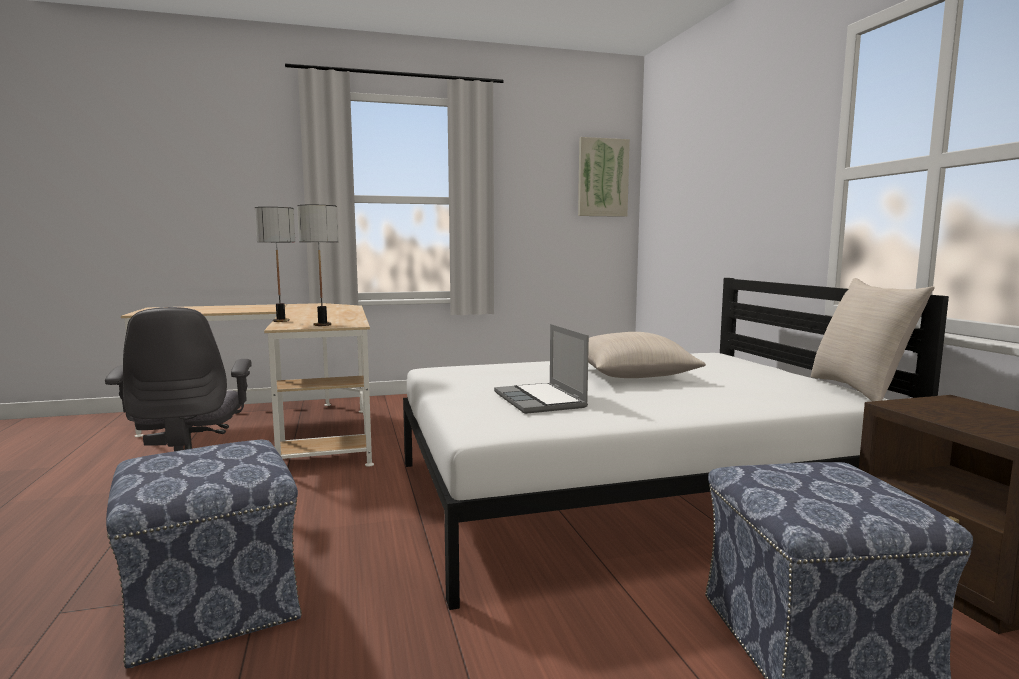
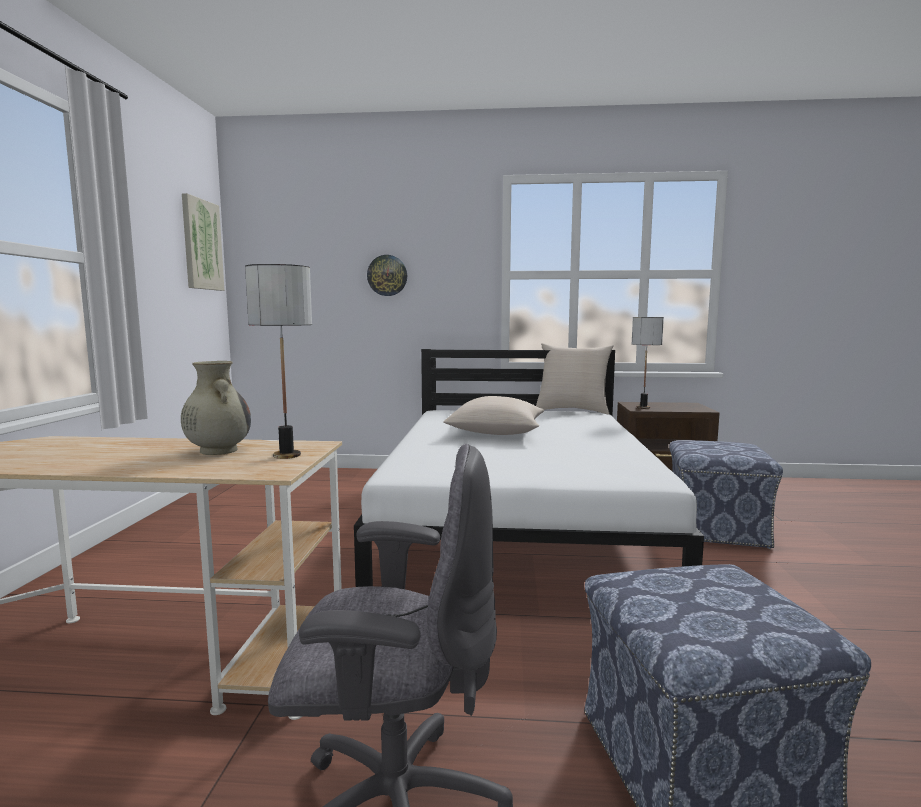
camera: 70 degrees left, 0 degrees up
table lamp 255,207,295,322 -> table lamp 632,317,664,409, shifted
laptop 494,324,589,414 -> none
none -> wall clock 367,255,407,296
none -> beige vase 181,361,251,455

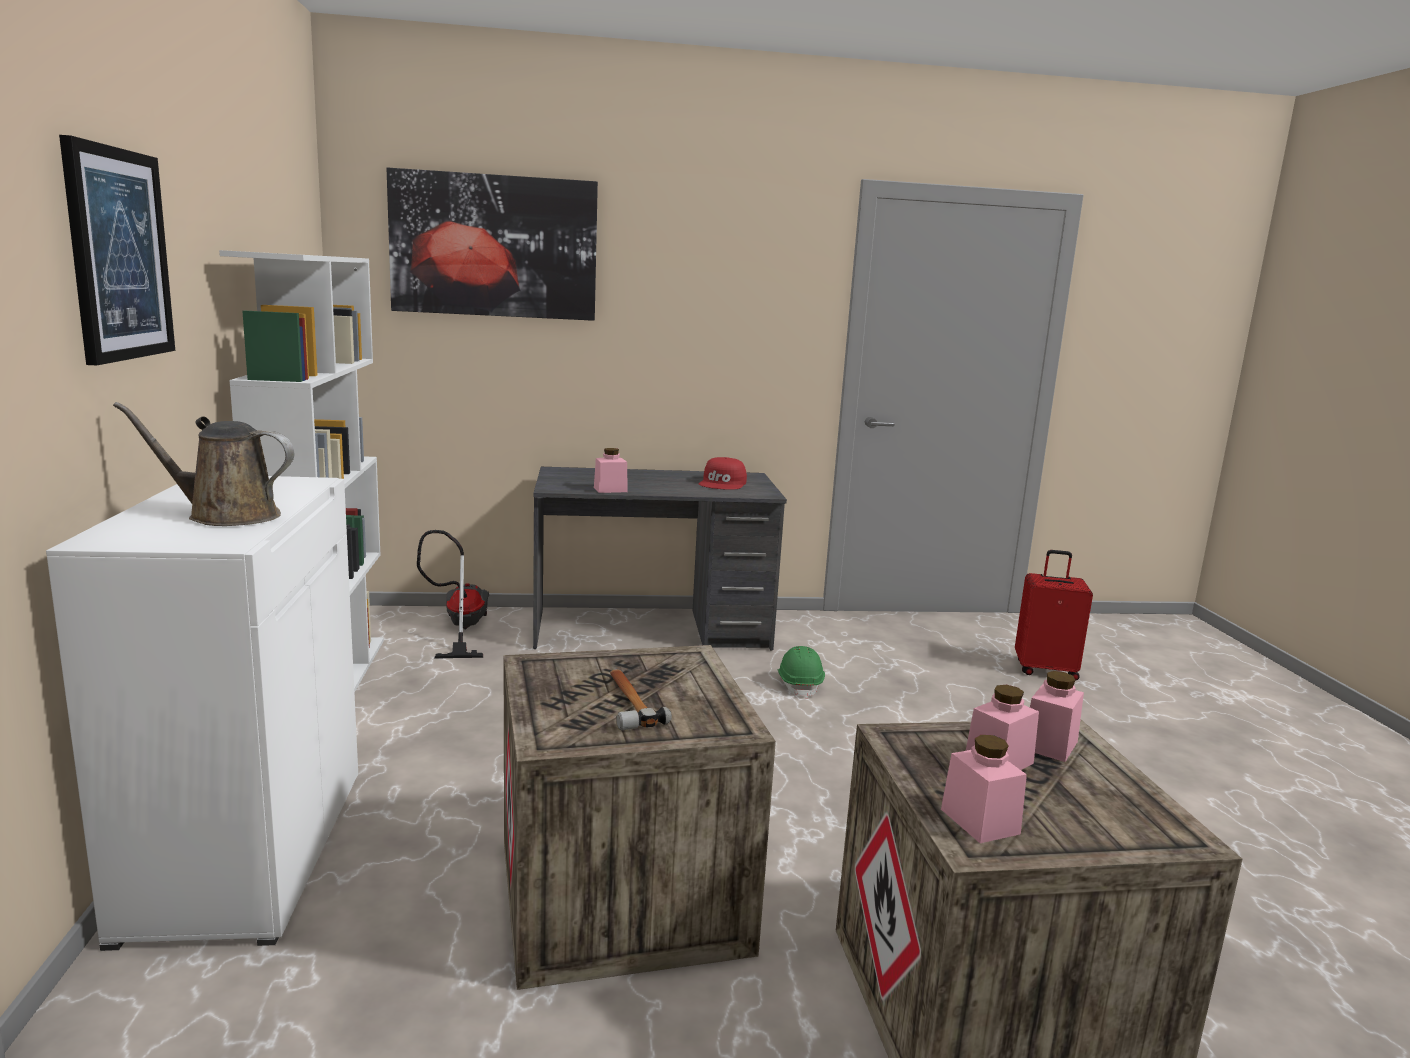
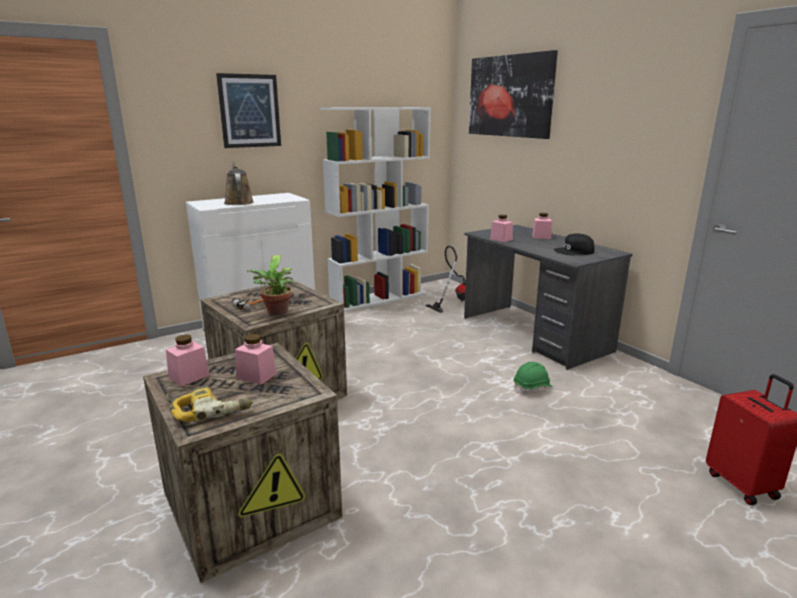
camera: 65 degrees right, 5 degrees up
red cap 699,457,747,490 -> black cap 554,233,594,255
pink jar 1030,671,1084,762 -> pink jar 532,213,552,239, shifted
none -> potted plant 247,255,297,316
none -> power drill 166,386,253,422

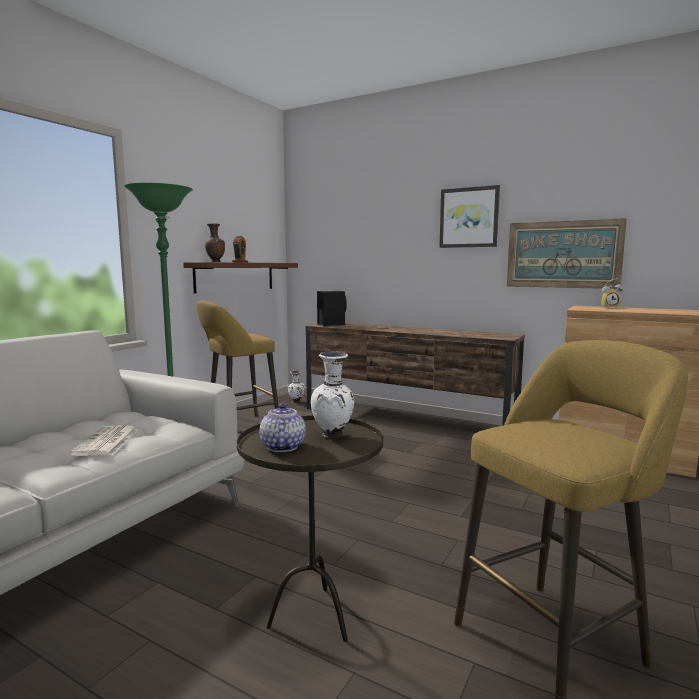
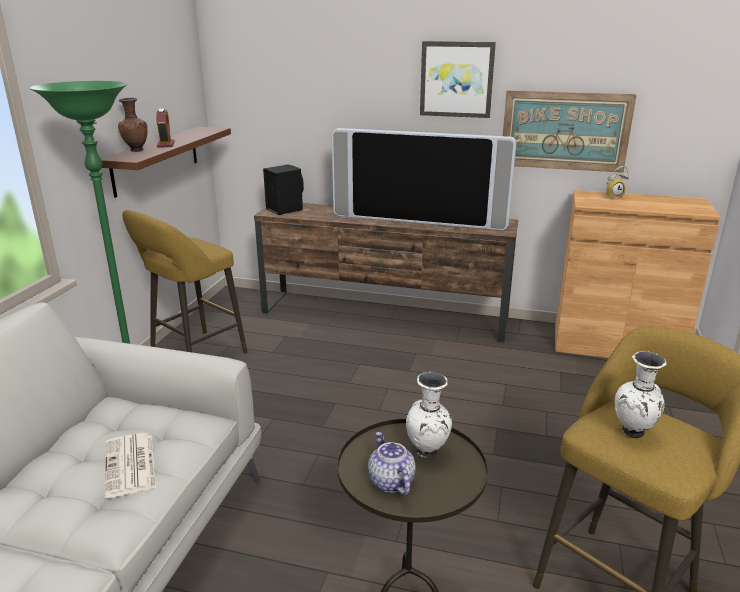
camera: 15 degrees left, 15 degrees up
white vase 287,371,305,403 -> white vase 615,351,667,438, shifted
none -> television 331,128,516,230

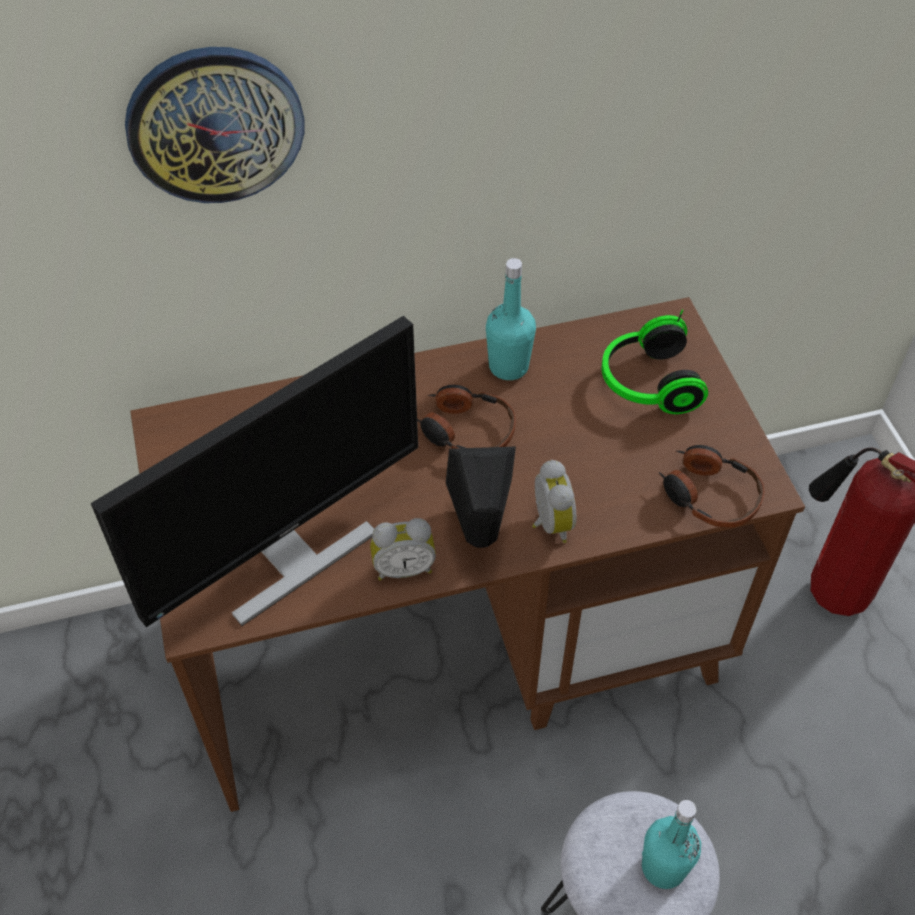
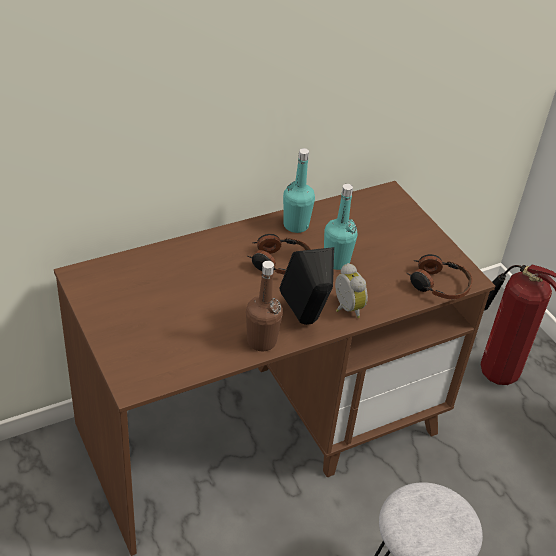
camera: 15 degrees left, 10 degrees down
wall clock 125,47,304,203 -> none
headphones 602,310,708,414 -> none
monitor 91,316,418,627 -> none
alarm clock 370,518,436,580 -> brown bottle 246,261,283,351
turquoise bottle 642,800,701,889 -> turquoise bottle 324,184,358,270, shifted

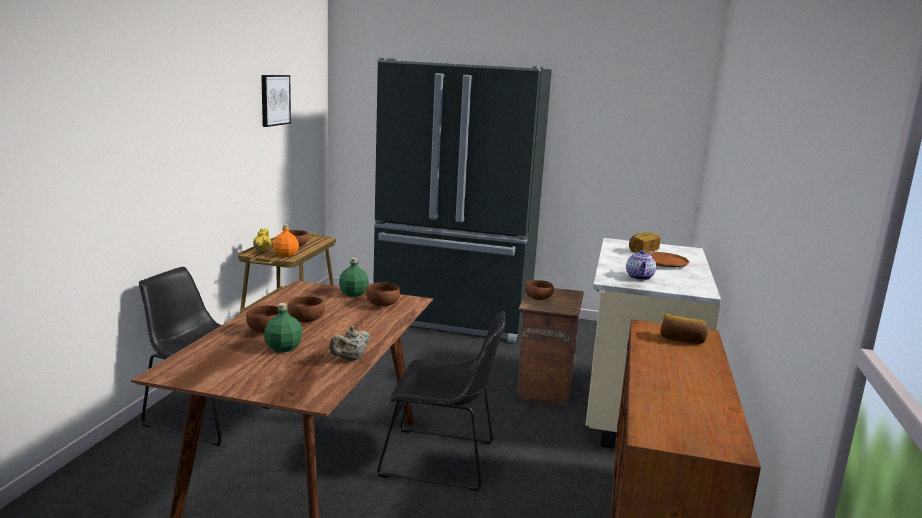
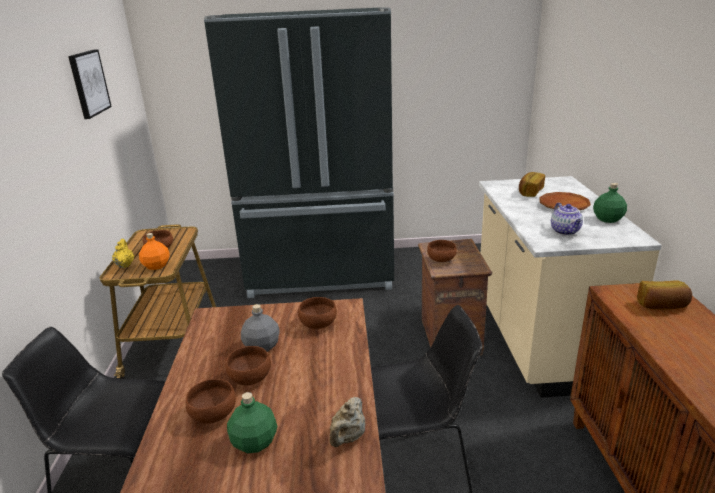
camera: 15 degrees left, 10 degrees up
green bottle 339,257,369,297 -> green bottle 593,183,627,223, shifted
none -> grey bottle 241,304,280,352

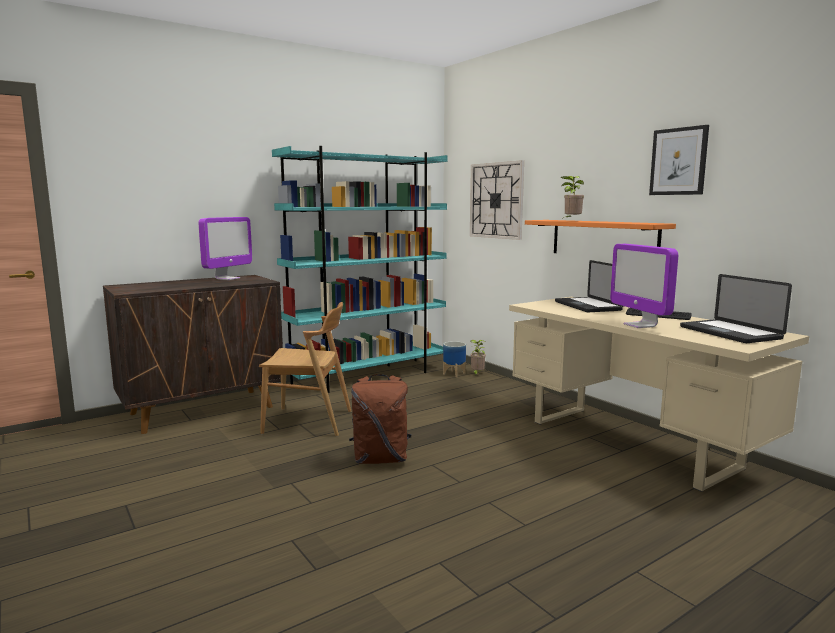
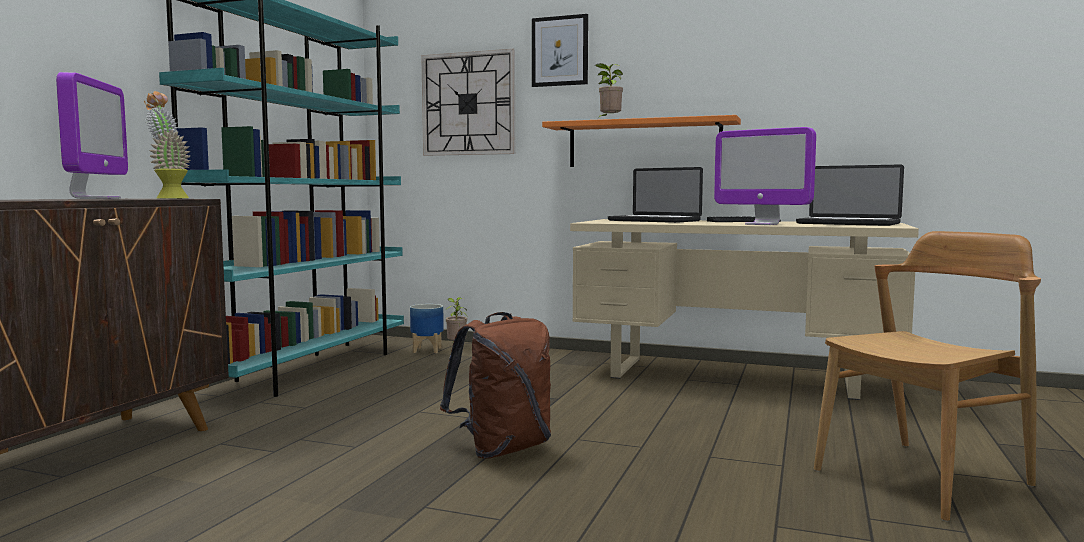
camera: 35 degrees left, 5 degrees down
picture 649,125,709,195 -> picture 532,14,588,87, shifted
brown chair 259,302,351,436 -> brown chair 814,231,1041,522, shifted
none -> potted plant 144,91,191,199

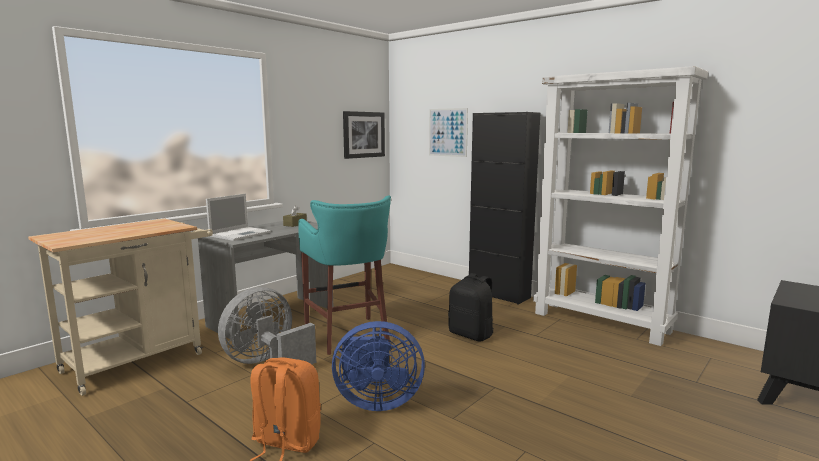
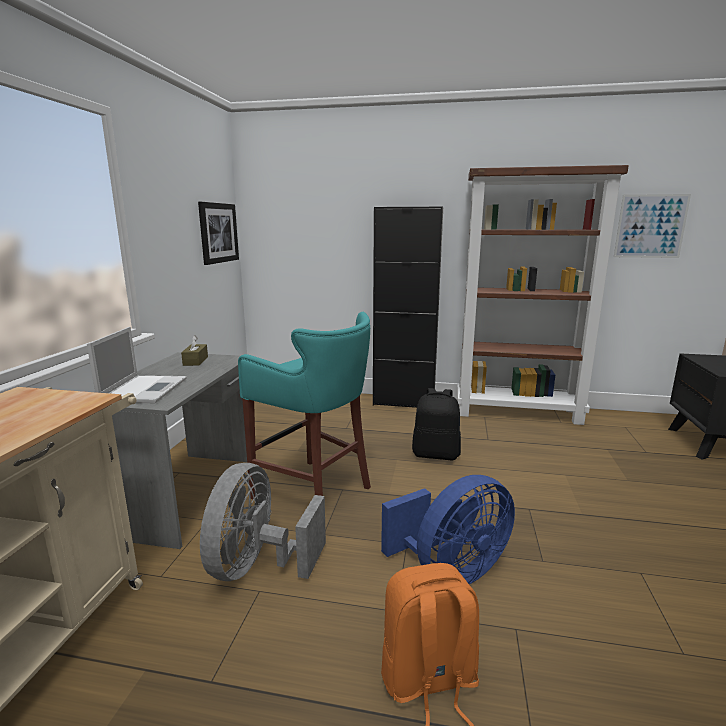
camera: 30 degrees left, 5 degrees up
white bookcase 533,66,708,346 -> brown bookcase 457,165,629,425
picture 429,108,468,157 -> picture 614,194,691,258, shifted

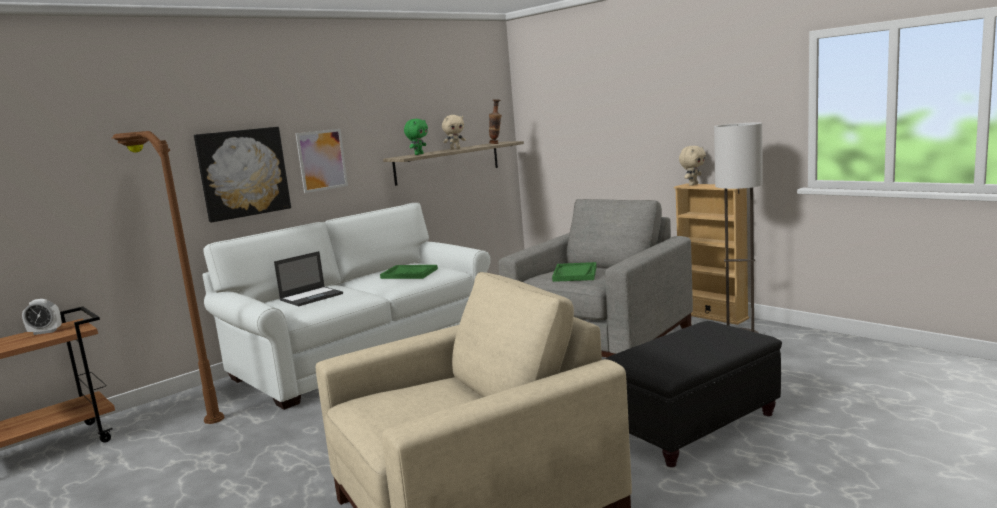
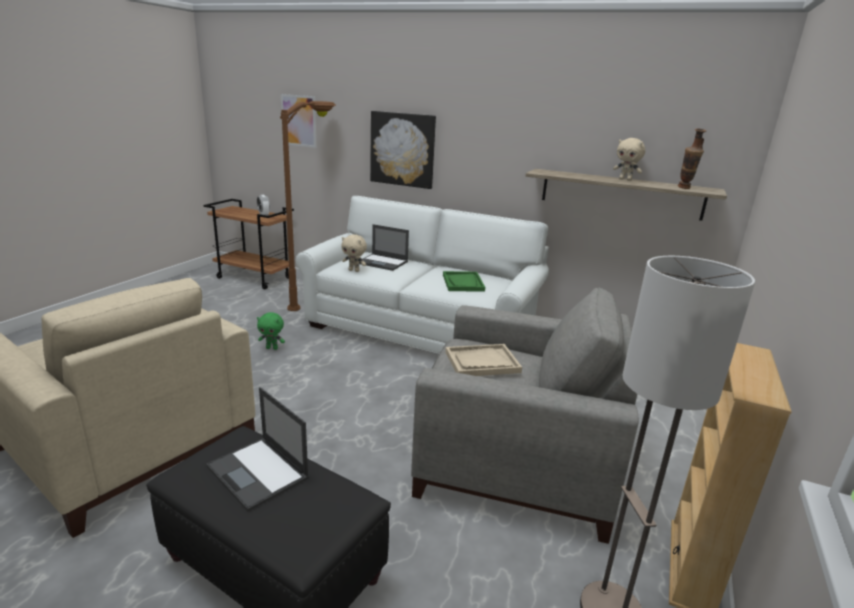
camera: 65 degrees right, 10 degrees up
green plush toy 404,119,428,155 -> green plush toy 257,312,285,350, shifted
picture 295,129,348,193 -> picture 281,94,316,148, shifted
beige plush toy 679,146,706,186 -> beige plush toy 341,234,367,272, shifted
green tray 552,262,597,282 -> beige tray 445,344,522,376
none -> laptop 206,387,309,512

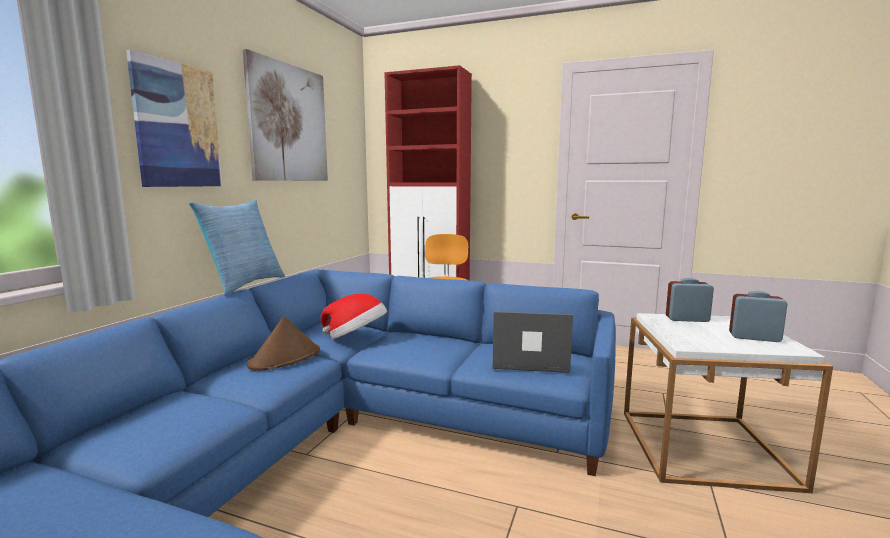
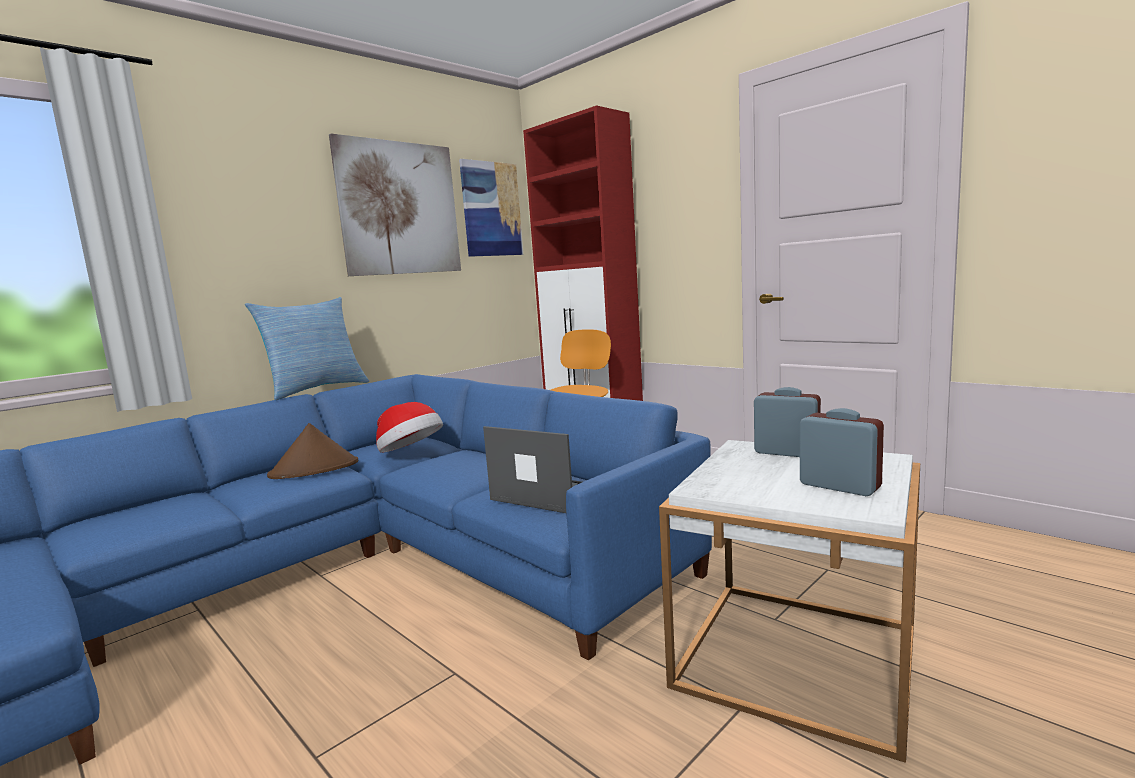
camera: 25 degrees right, 0 degrees up
picture 126,50,222,187 -> picture 459,159,523,257, shifted

